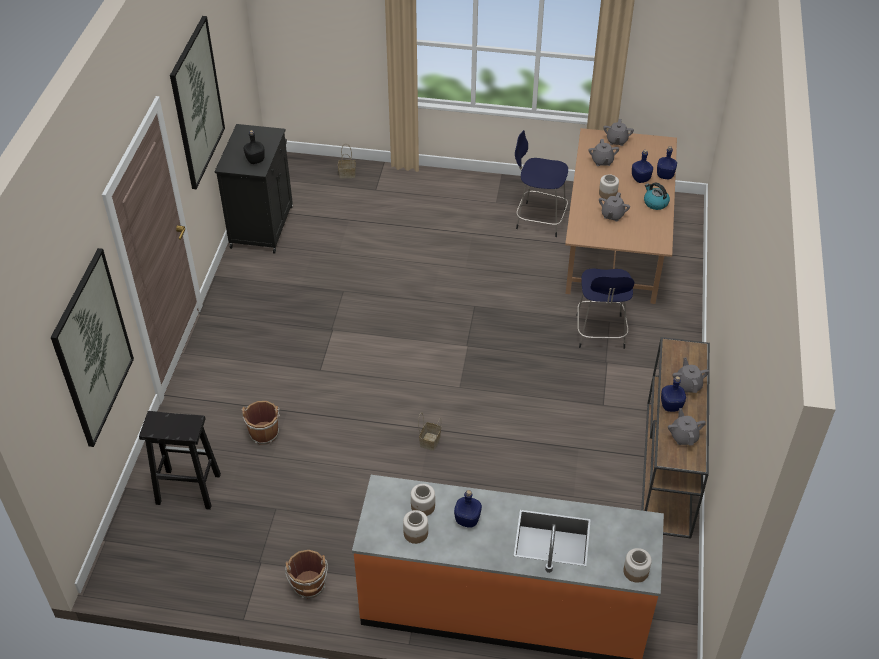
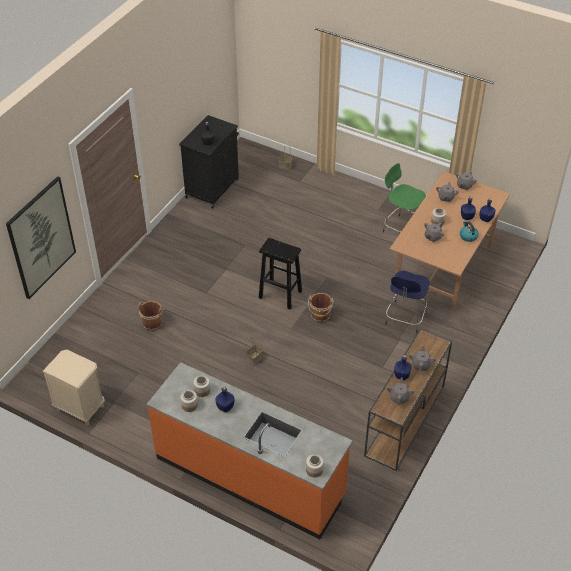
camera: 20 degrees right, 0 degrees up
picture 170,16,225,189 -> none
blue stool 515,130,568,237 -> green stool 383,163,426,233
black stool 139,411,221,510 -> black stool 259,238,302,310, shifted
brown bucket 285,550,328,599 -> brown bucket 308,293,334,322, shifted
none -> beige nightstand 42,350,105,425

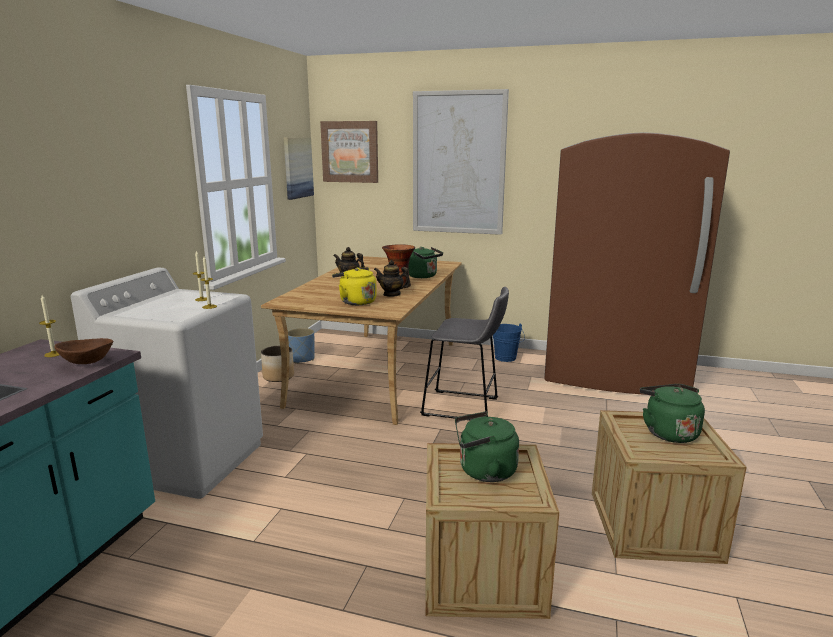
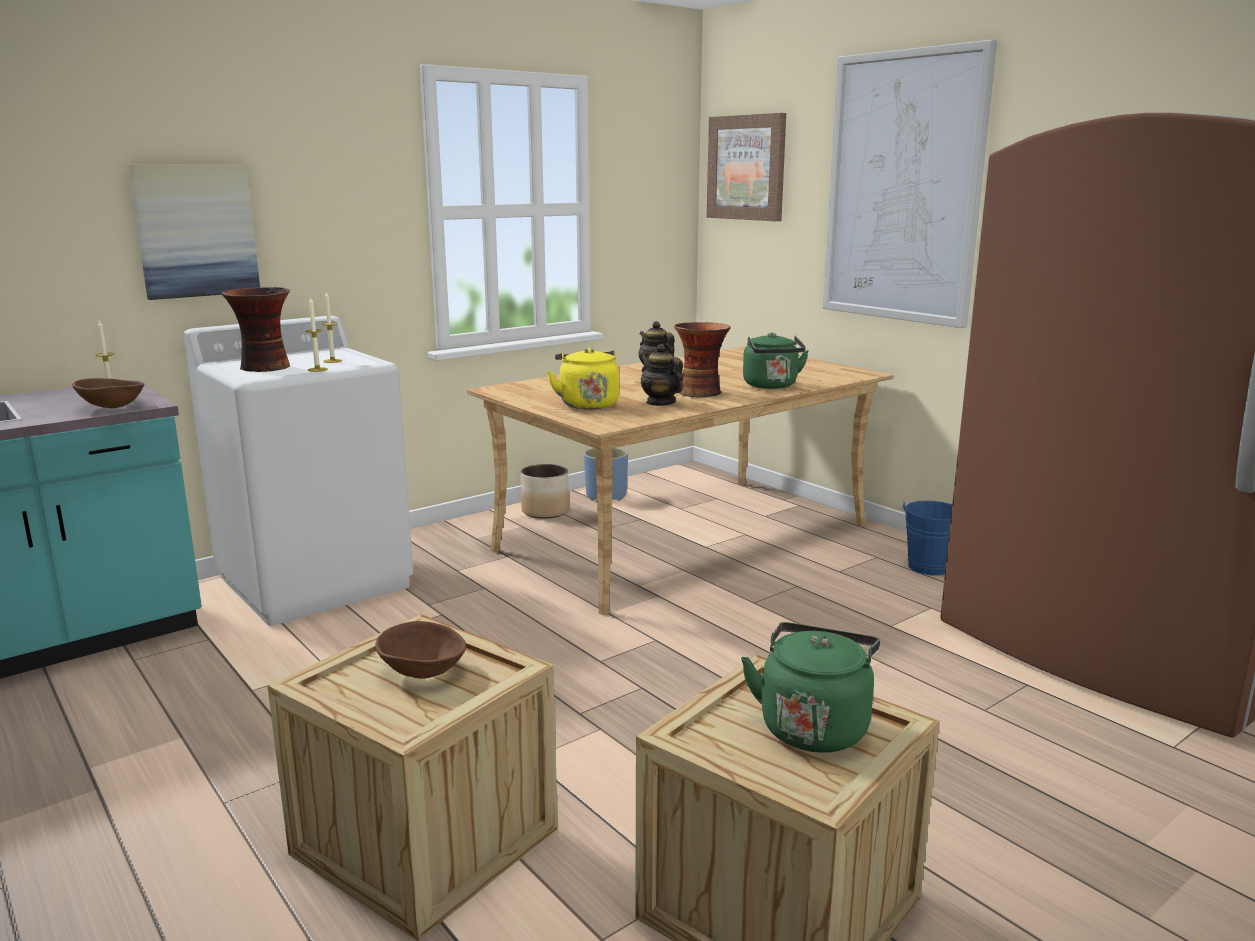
camera: 35 degrees right, 0 degrees up
picture 284,138,314,200 -> picture 128,164,260,300, shifted
grey stool 420,287,509,420 -> none
green kettle 455,411,519,482 -> brown bowl 375,621,466,679
none -> vase 222,287,290,372

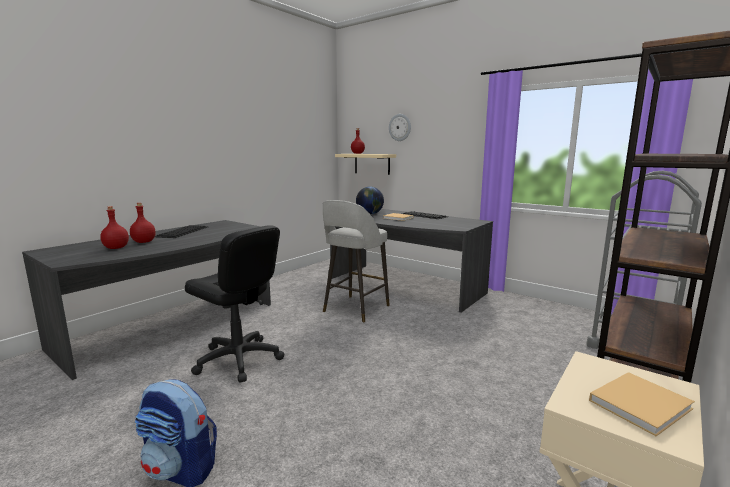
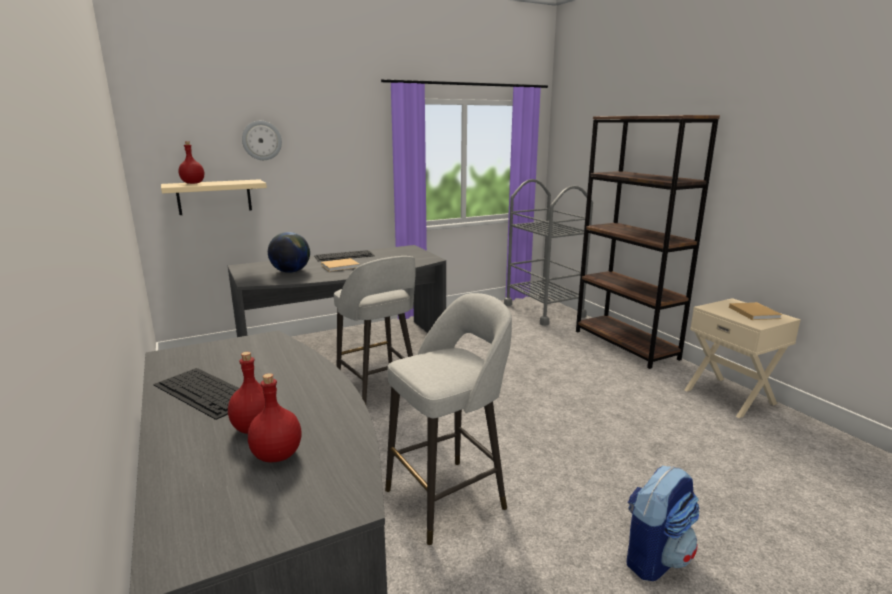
camera: 65 degrees left, 5 degrees up
black office chair 185,225,284,382 -> grey stool 385,293,512,545

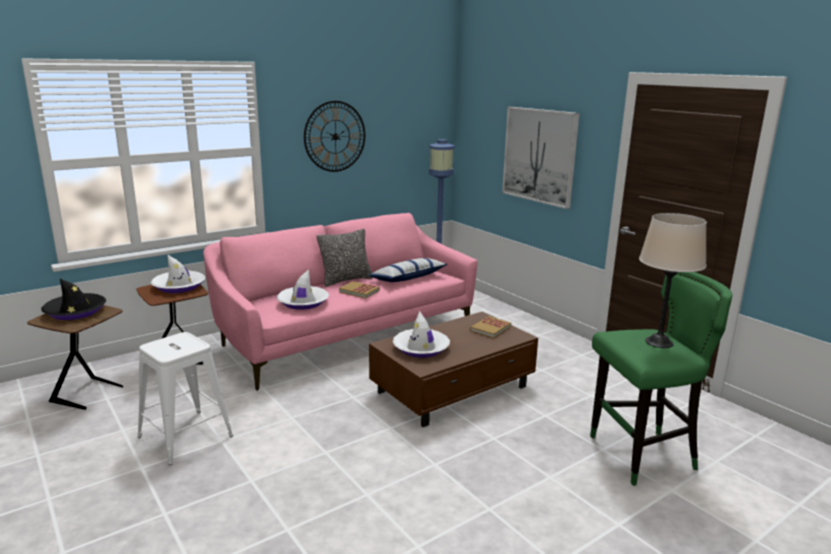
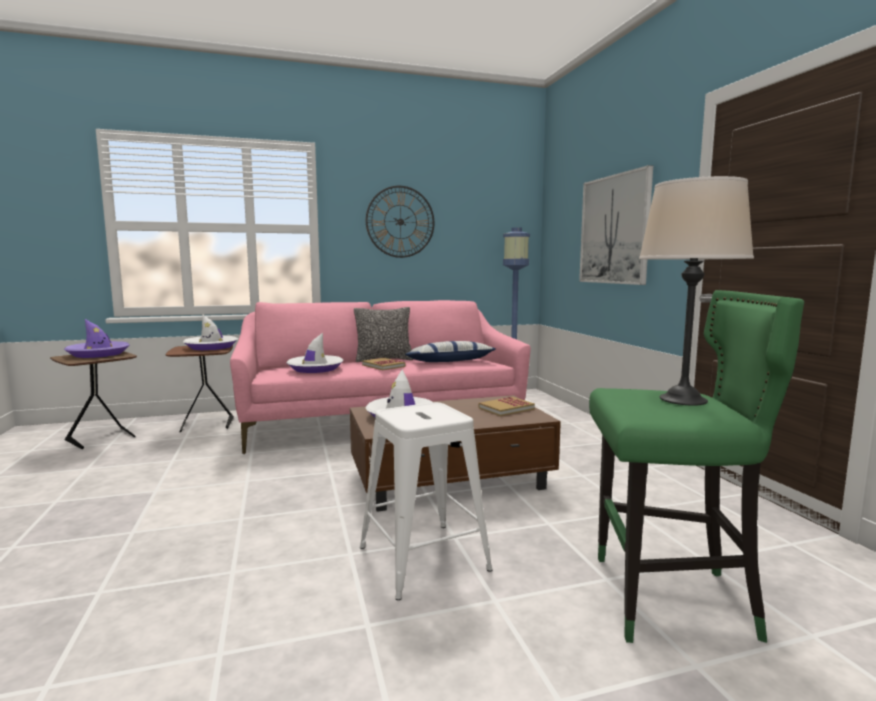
camera: 20 degrees right, 10 degrees down
black hat 41,279,107,320 -> purple hat 64,319,130,358
white stool 138,332,233,465 -> white stool 360,402,493,600, shifted

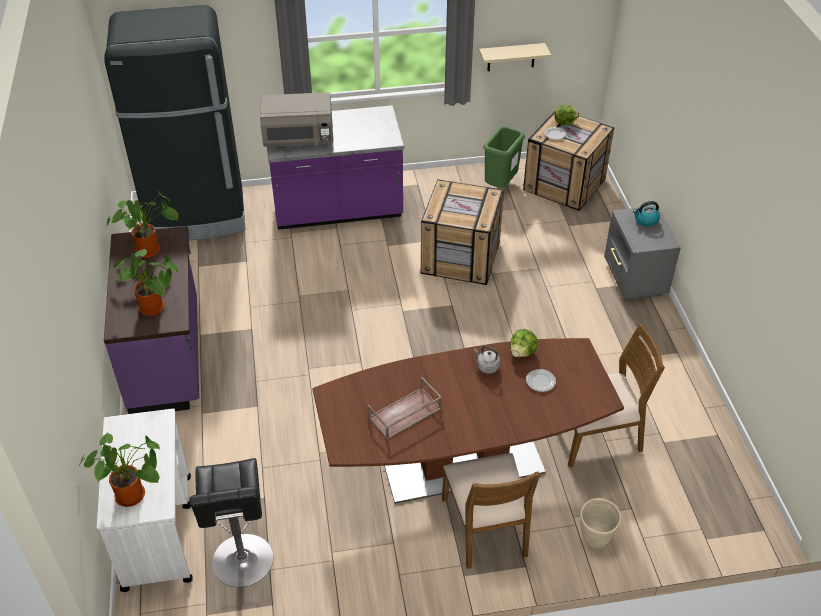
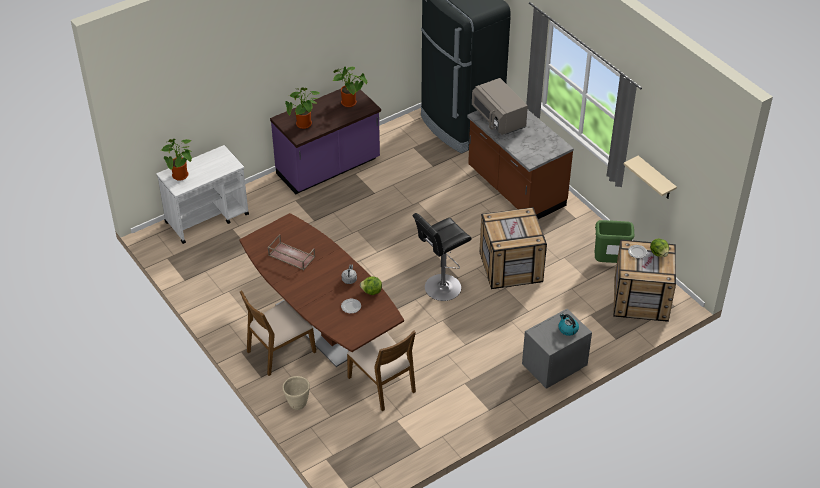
camera: 65 degrees right, 0 degrees up
purple counter 267,105,404,230 -> brown counter 467,109,574,219
black stool 189,458,273,587 -> black stool 412,213,471,301, shifted

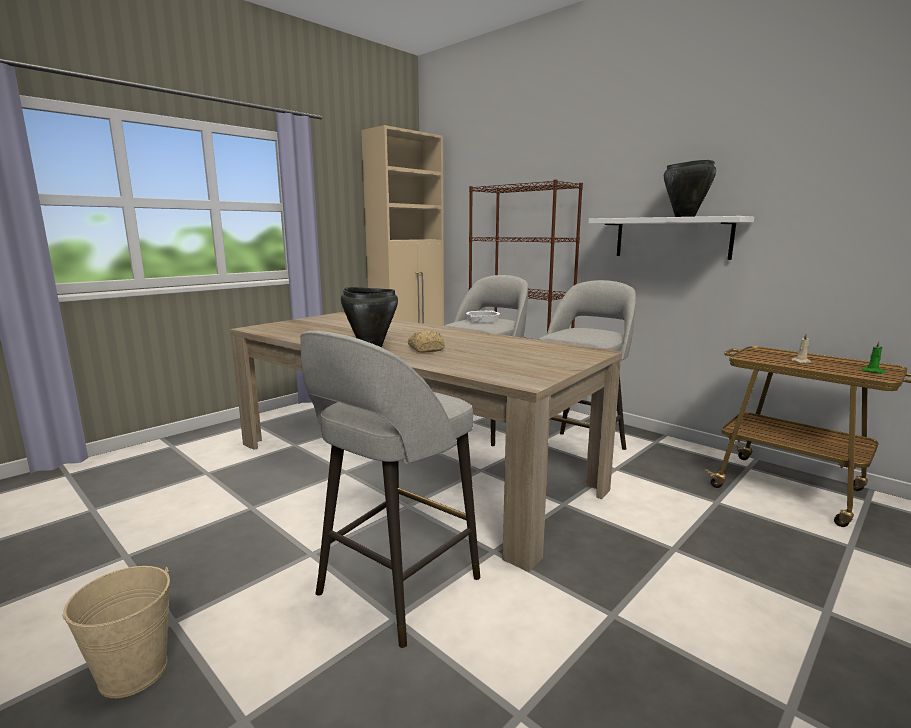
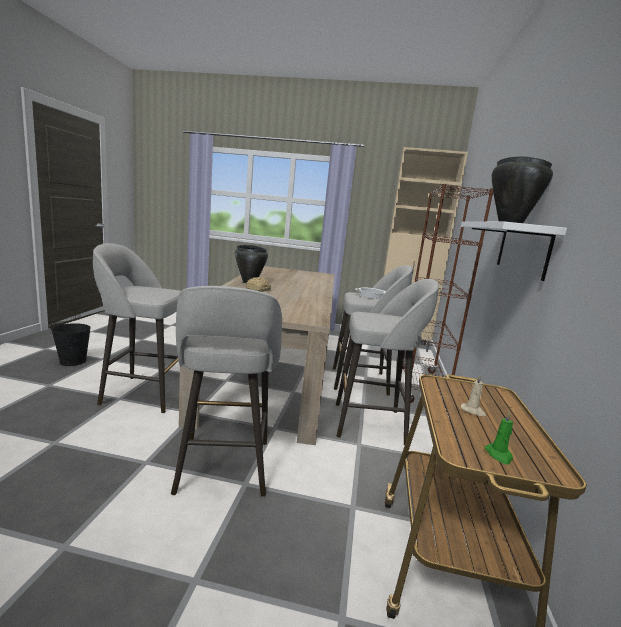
camera: 55 degrees right, 0 degrees up
beige bucket 62,566,170,698 -> black bucket 51,323,91,366
none -> grey stool 171,286,282,497

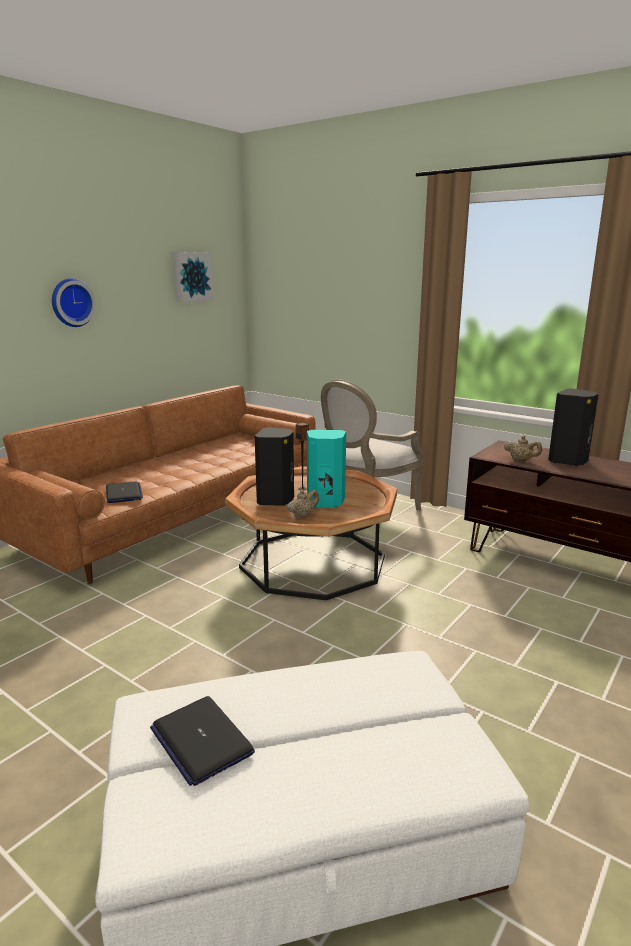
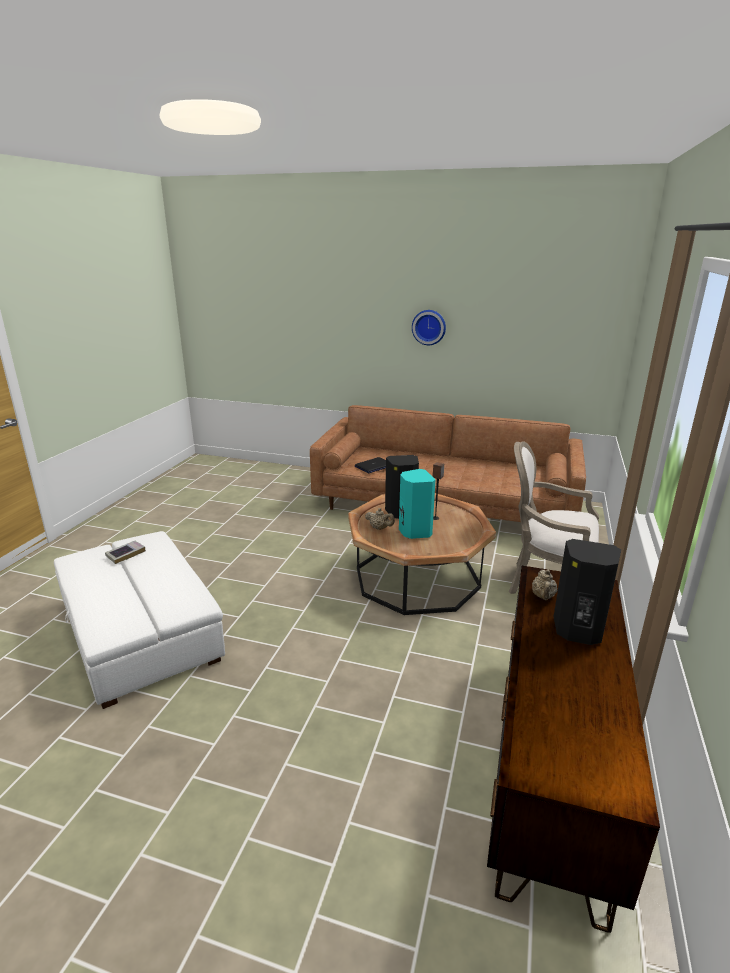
camera: 70 degrees right, 5 degrees up
picture 172,252,214,302 -> none
laptop 150,696,255,786 -> book 105,541,146,564

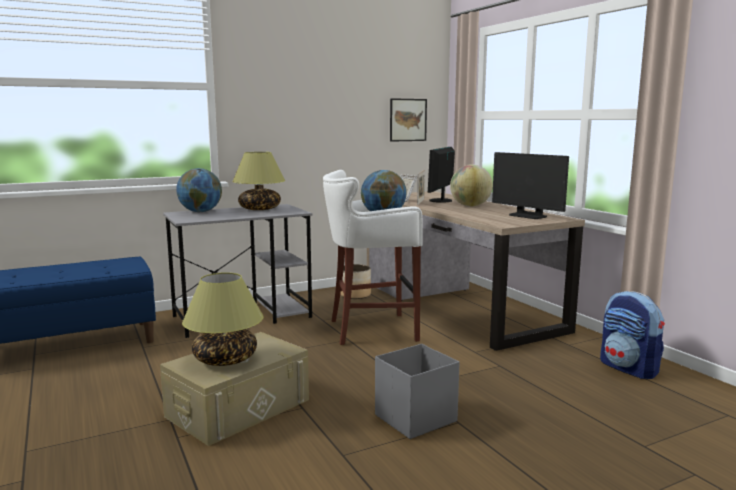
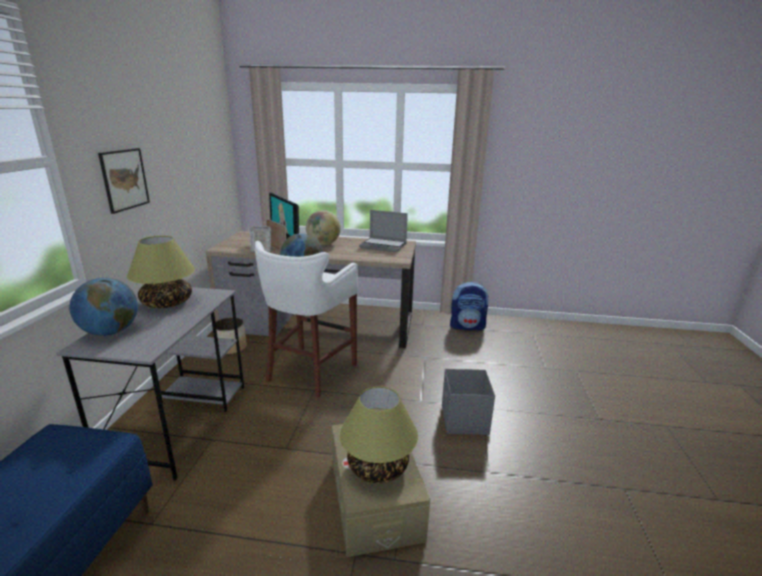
camera: 55 degrees left, 10 degrees up
picture 390,98,427,142 -> picture 98,148,150,214, shifted
monitor 492,152,569,219 -> laptop 359,210,408,252

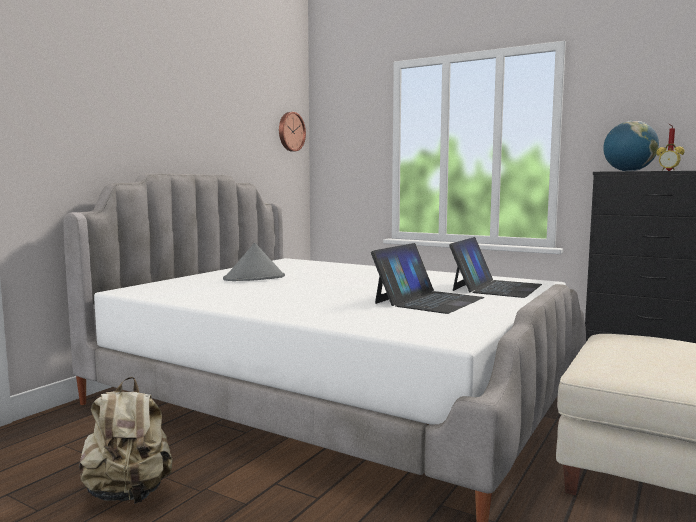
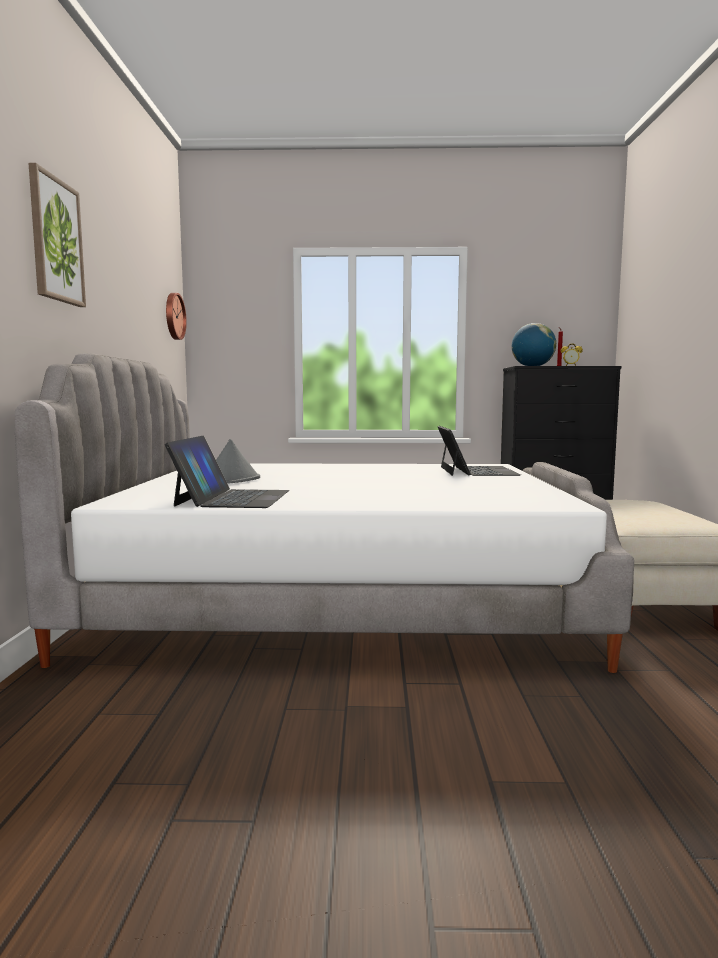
camera: 30 degrees left, 0 degrees up
laptop 371,243,484,314 -> laptop 164,436,289,508, shifted
beige backpack 79,377,172,504 -> none
none -> picture 29,163,86,307

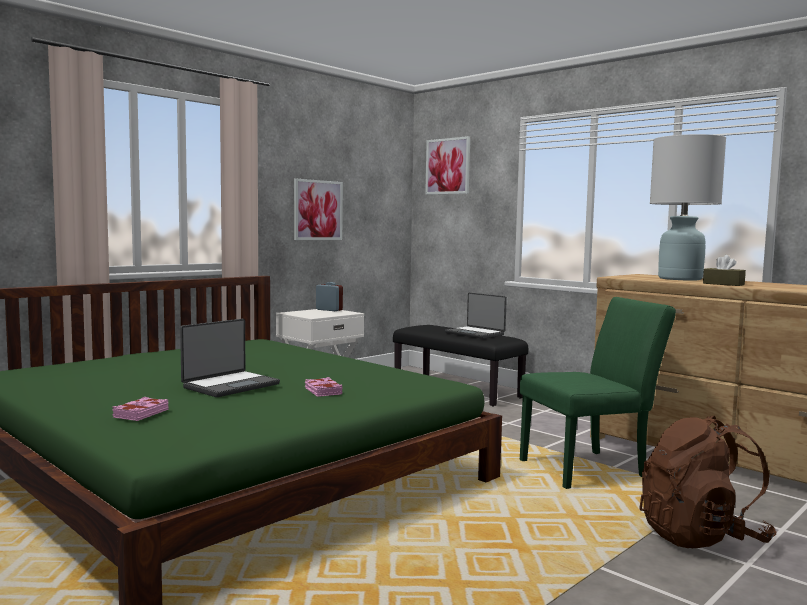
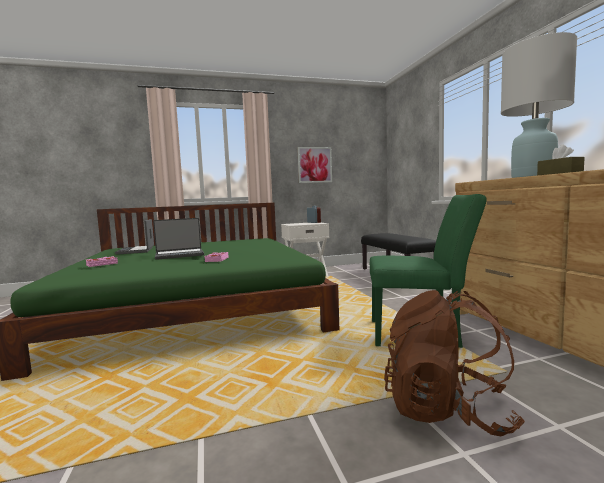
camera: 30 degrees right, 0 degrees up
picture 425,136,470,195 -> none
laptop 445,293,507,339 -> laptop 115,219,154,255, shifted

